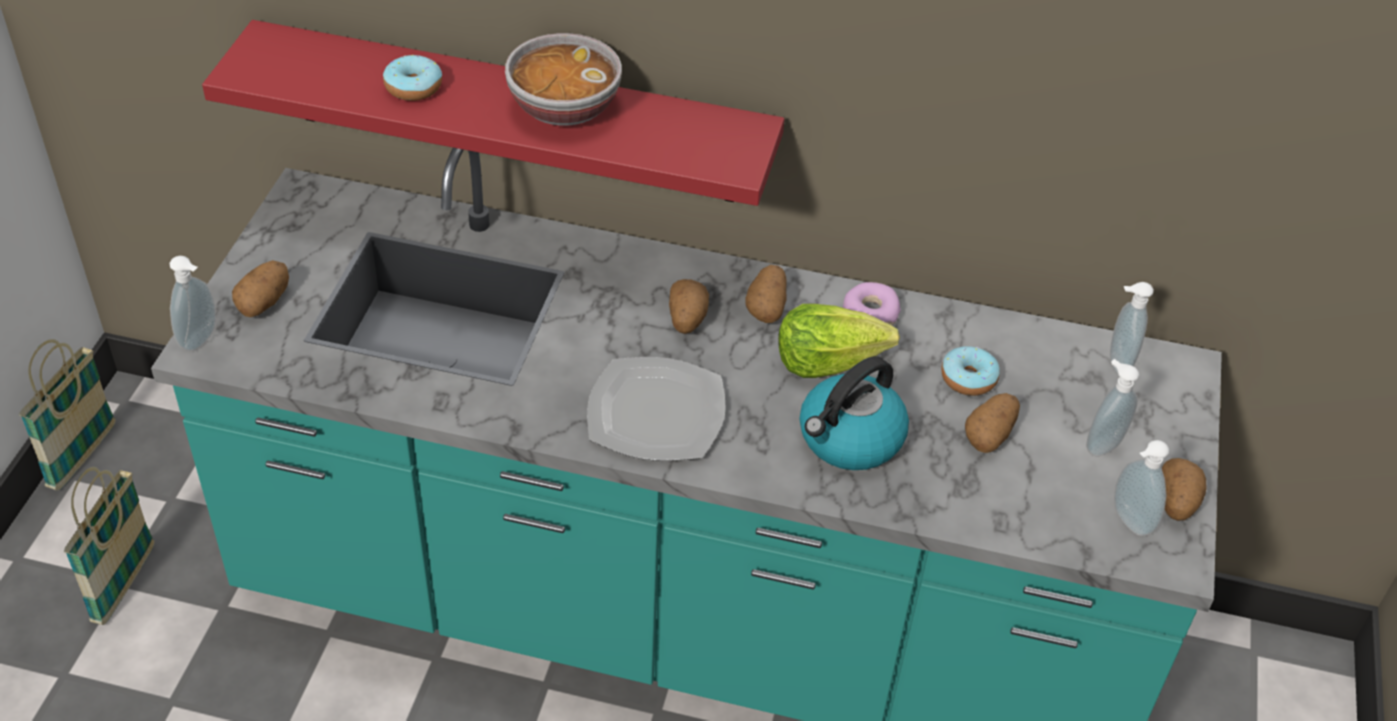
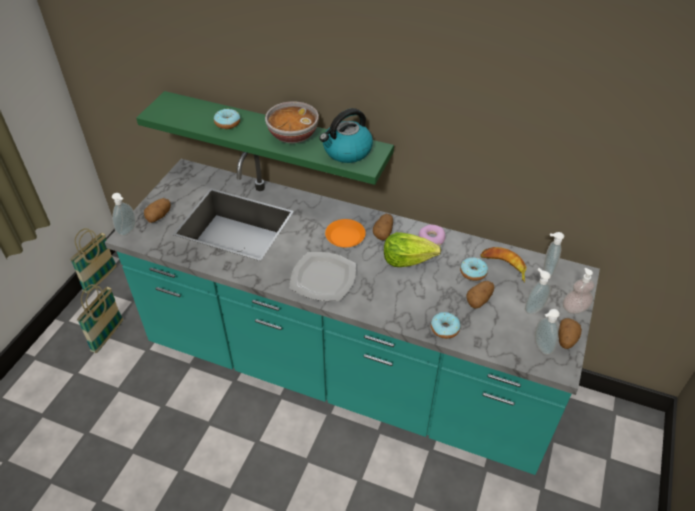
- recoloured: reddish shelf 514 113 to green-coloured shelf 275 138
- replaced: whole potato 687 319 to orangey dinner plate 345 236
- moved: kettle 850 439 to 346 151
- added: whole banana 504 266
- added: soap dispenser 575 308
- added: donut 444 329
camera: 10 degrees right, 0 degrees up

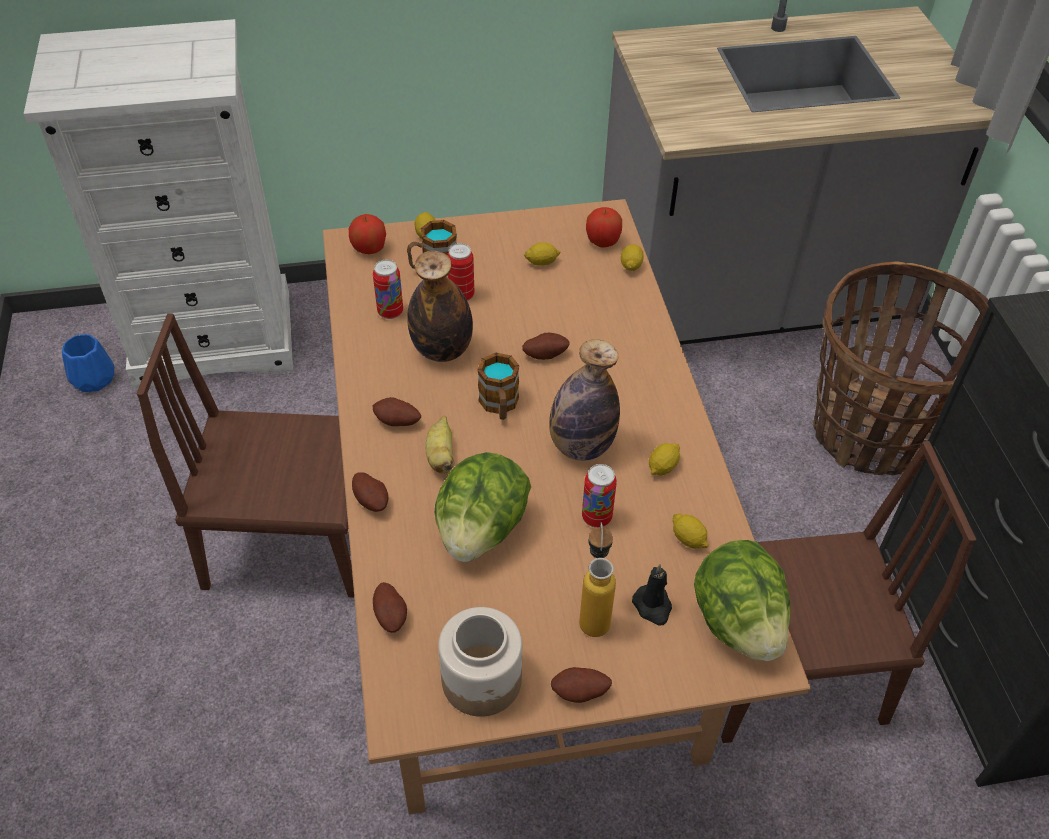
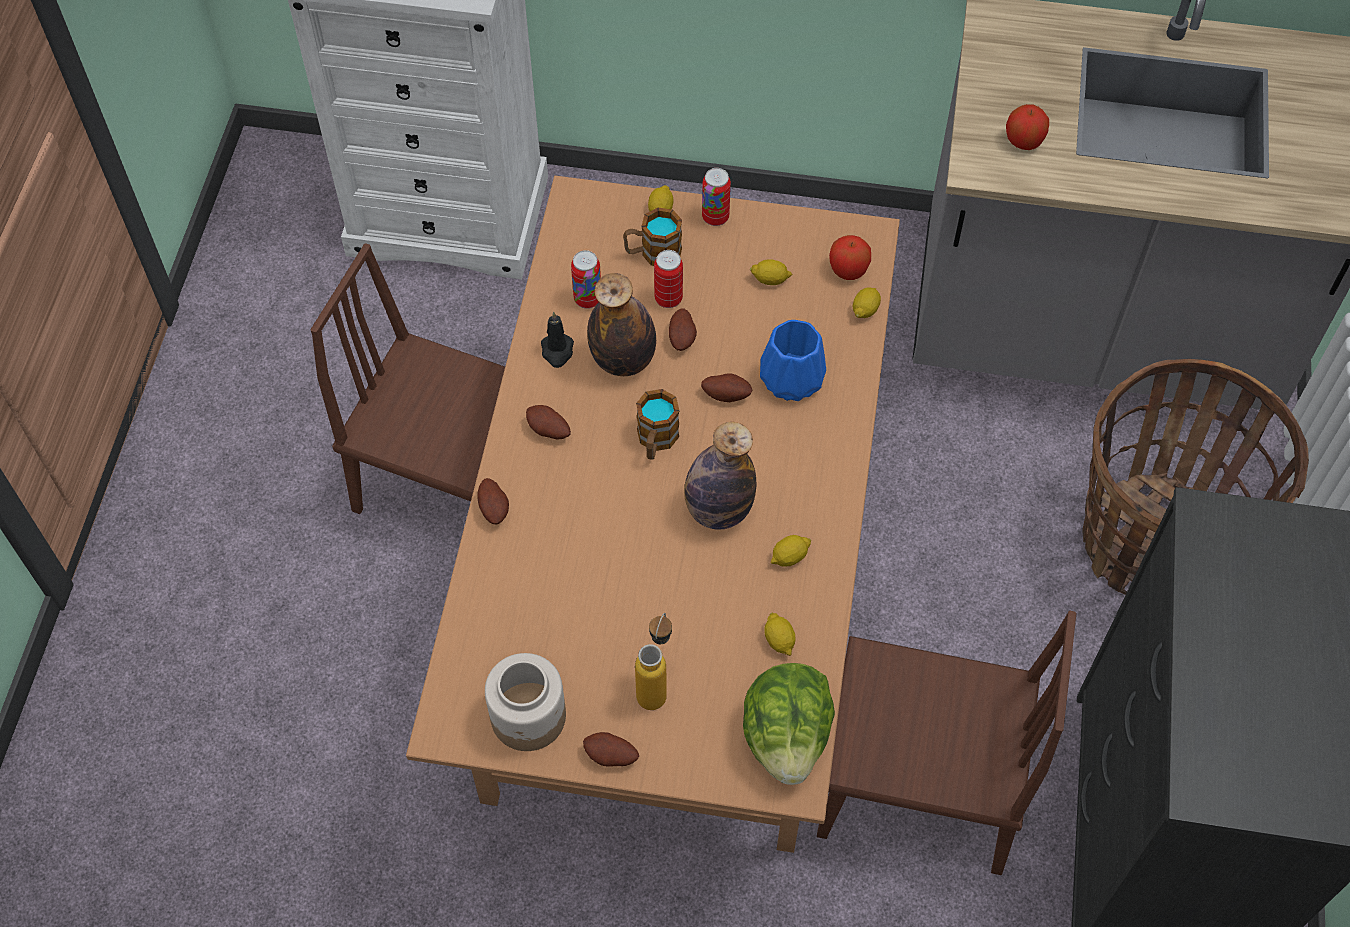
- moved: apple 369 249 to 1023 141
- moved: blue-coloured vase 95 379 to 793 378
- removed: whole banana 441 456
- removed: lettuce head 481 530
- moved: can 596 517 to 715 217
- moved: blackish candle 653 606 to 557 351
- moved: whole potato 391 615 to 682 338
camera: 20 degrees right, 10 degrees up

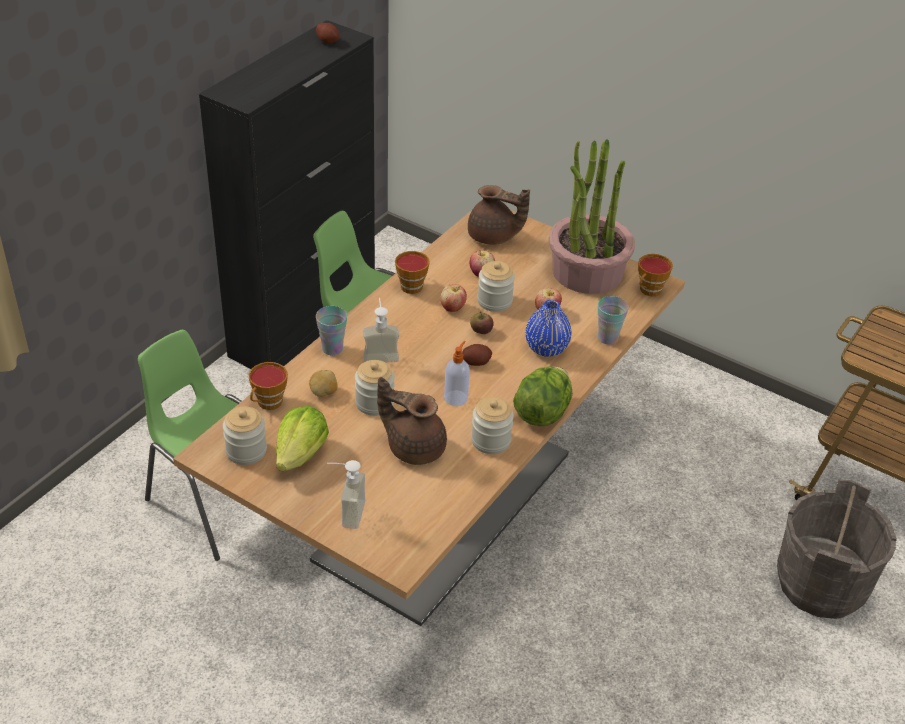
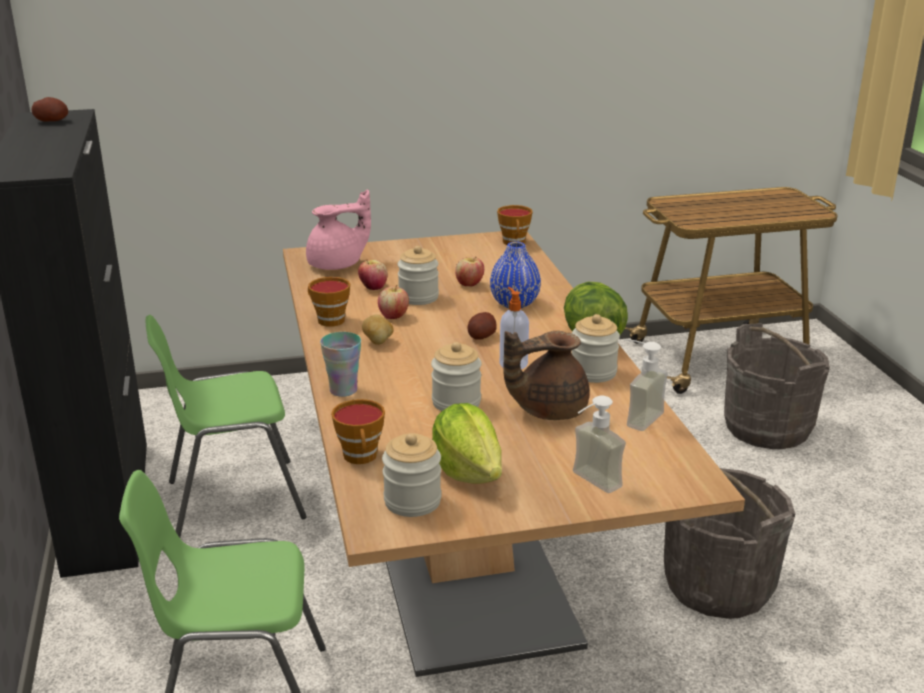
- removed: potted plant 587 272
- recoloured: brownish tea pot 493 237 to pink-coloured tea pot 337 265
- removed: cup 608 338
- moved: soap dispenser 380 353 to 636 417
- removed: apple 481 331
- moved: whole potato 324 392 to 378 342
- added: gray pail 718 584
camera: 45 degrees left, 15 degrees down

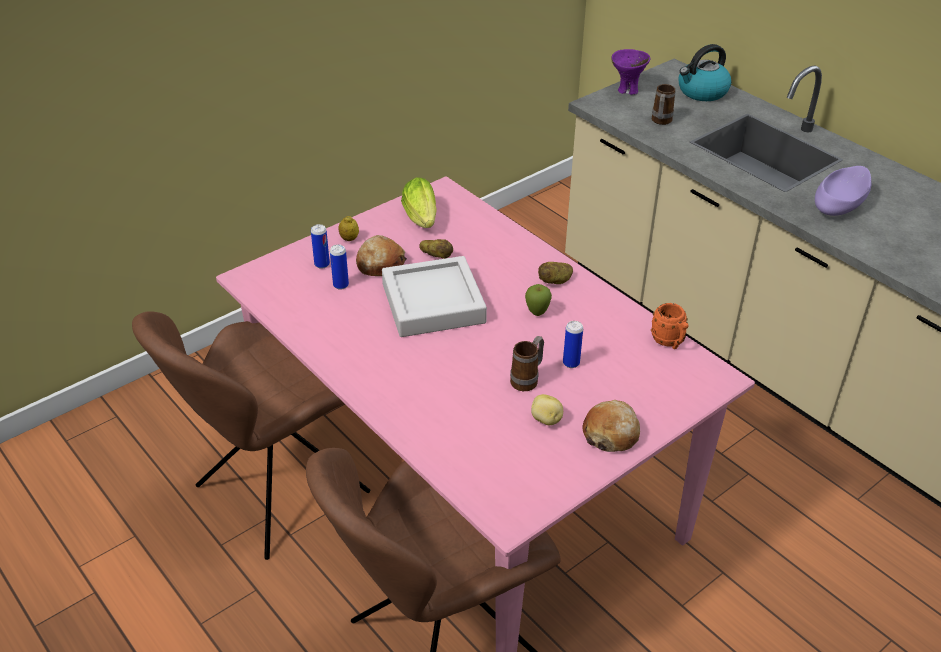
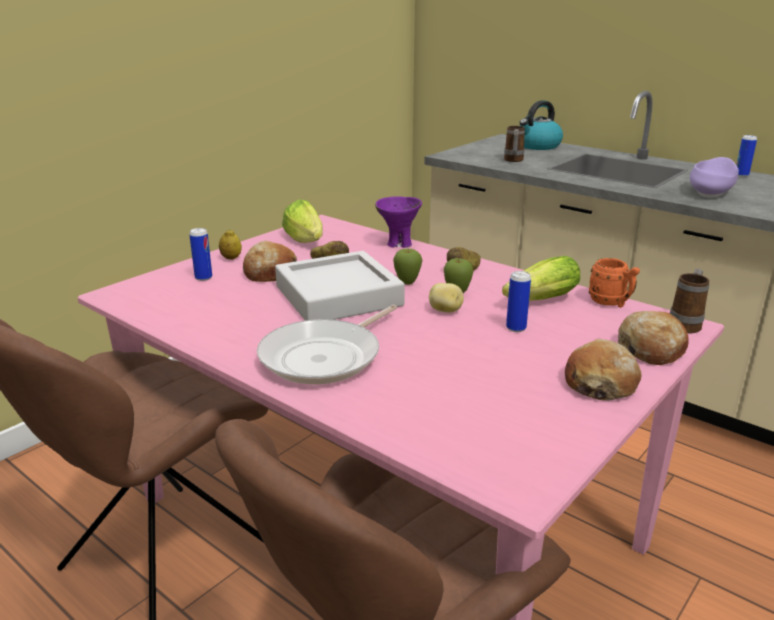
- moved: purple-coloured serving bowl 627 90 to 399 244
- moved: can 341 285 to 741 175
- moved: mug 528 379 to 686 324
- moved: whole potato 546 420 to 445 311
- added: apple 407 283
- added: lettuce head 537 301
- added: skillet 325 357
- added: baked bread 651 349
camera: 10 degrees left, 15 degrees down

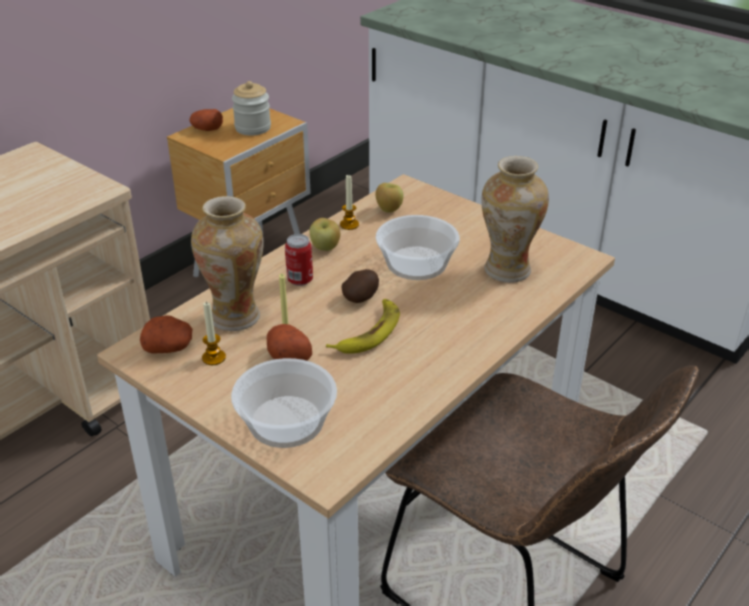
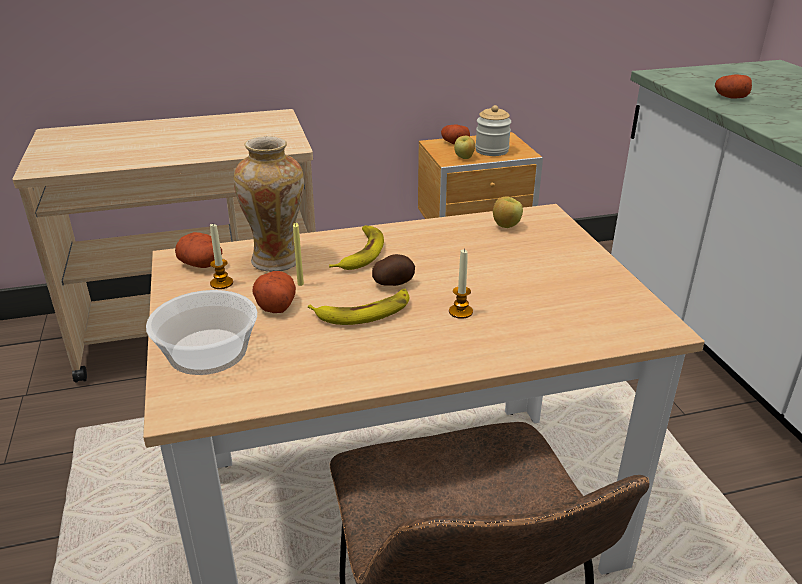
- removed: vase 507 271
- moved: candle 349 224 to 460 312
- removed: serving bowl 416 262
- moved: apple 325 248 to 464 158
- replaced: can 300 280 to whole banana 360 253
- added: whole potato 730 97
camera: 35 degrees right, 5 degrees down

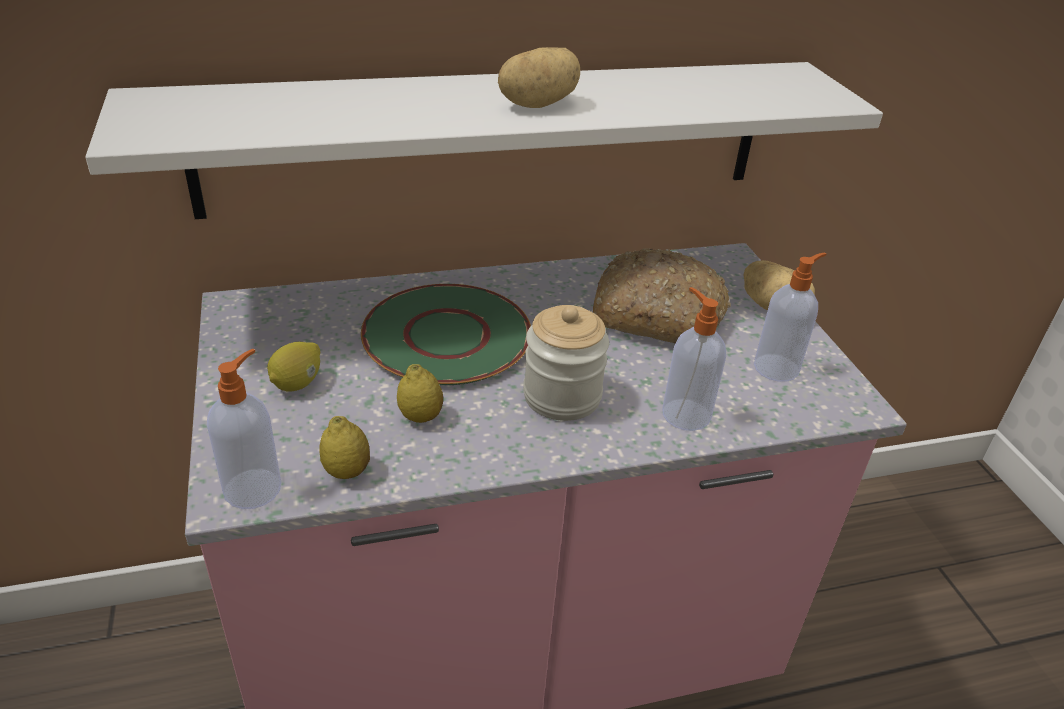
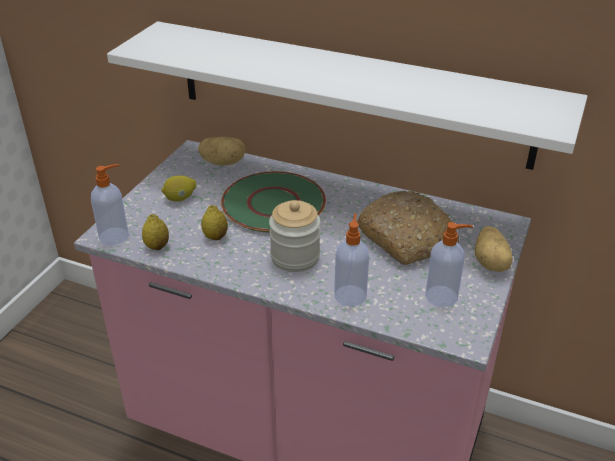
- moved: whole potato 536 104 to 223 162
camera: 40 degrees right, 0 degrees up

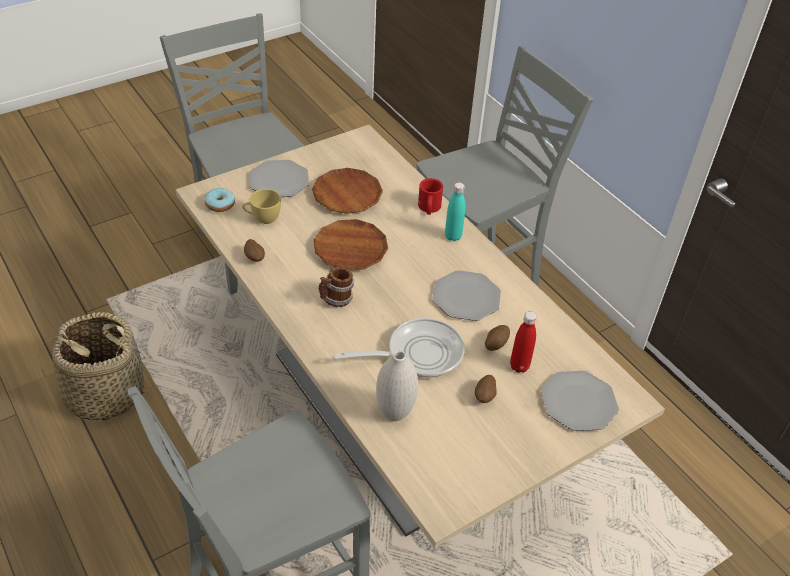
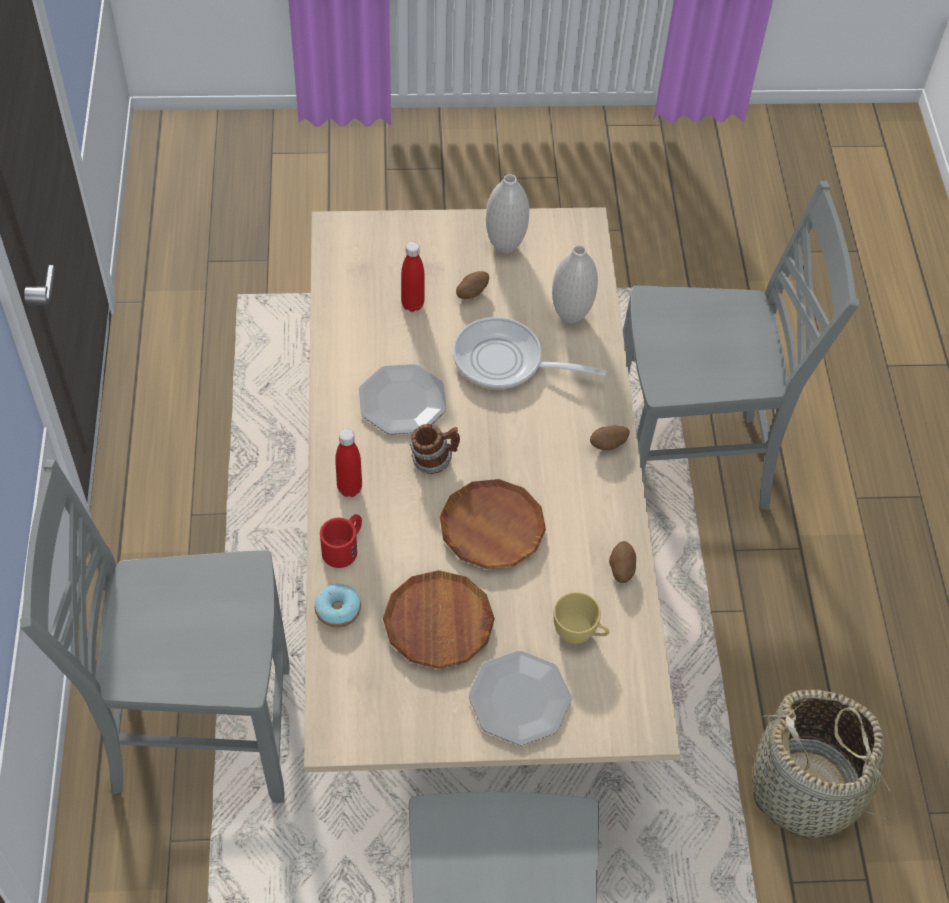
- recoloured: turquoise drink bottle 453 236 to reddish drink bottle 349 488
- moved: donut 220 204 to 338 610
- moved: mug 336 300 to 434 460
- moved: whole potato 495 344 to 608 445
- removed: dinner plate 578 402
- added: white vase 505 246
camera: 150 degrees left, 10 degrees up

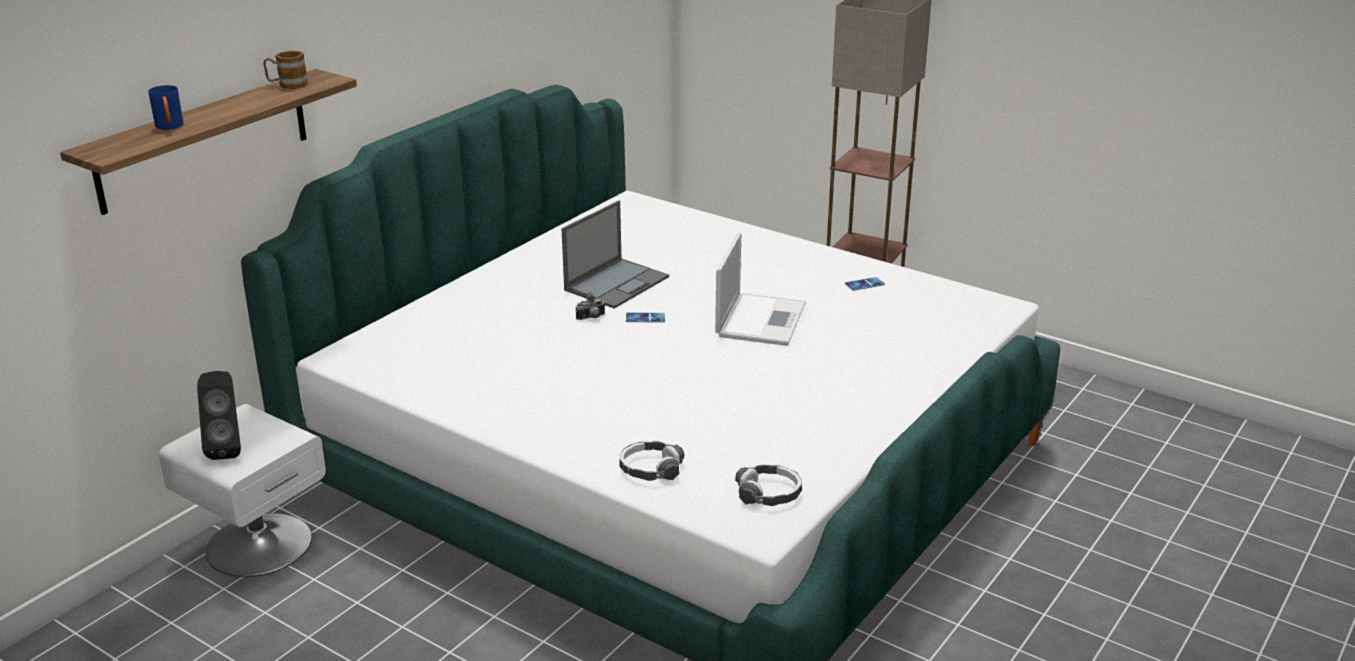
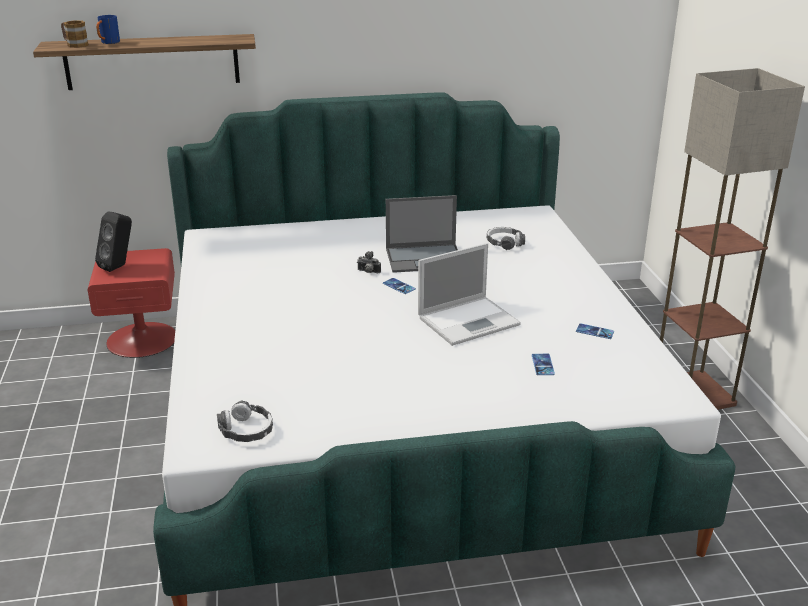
- moved: mug 287 85 to 74 44
- recoloured: white bedside table 258 543 to reddish bedside table 142 339
- moved: pair of headphones 651 469 to 504 243
- added: phone 542 365
camera: 45 degrees right, 0 degrees up

